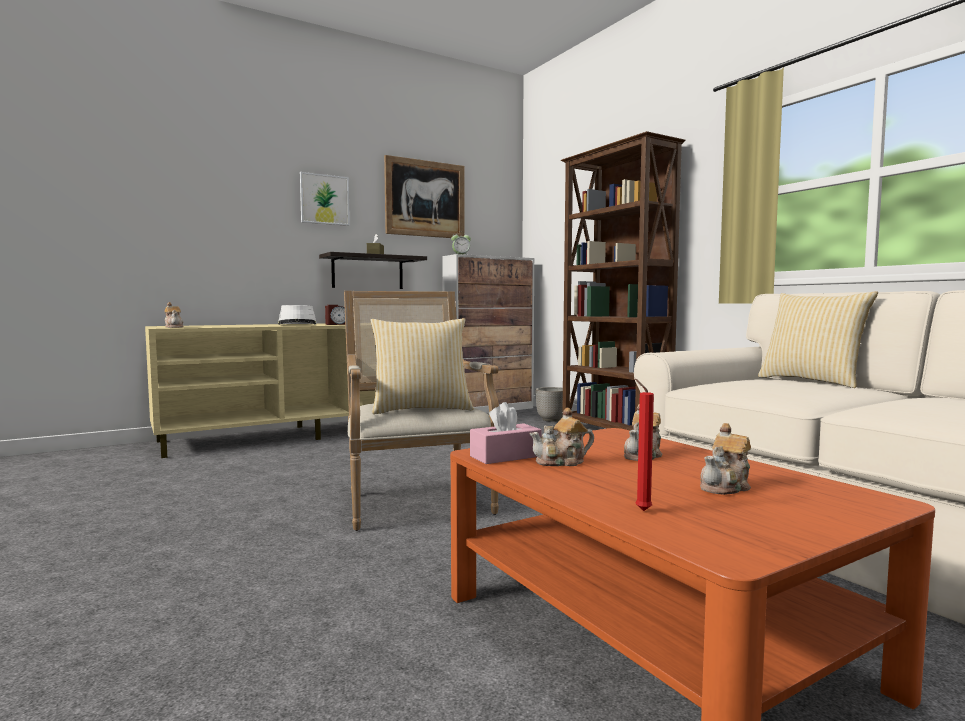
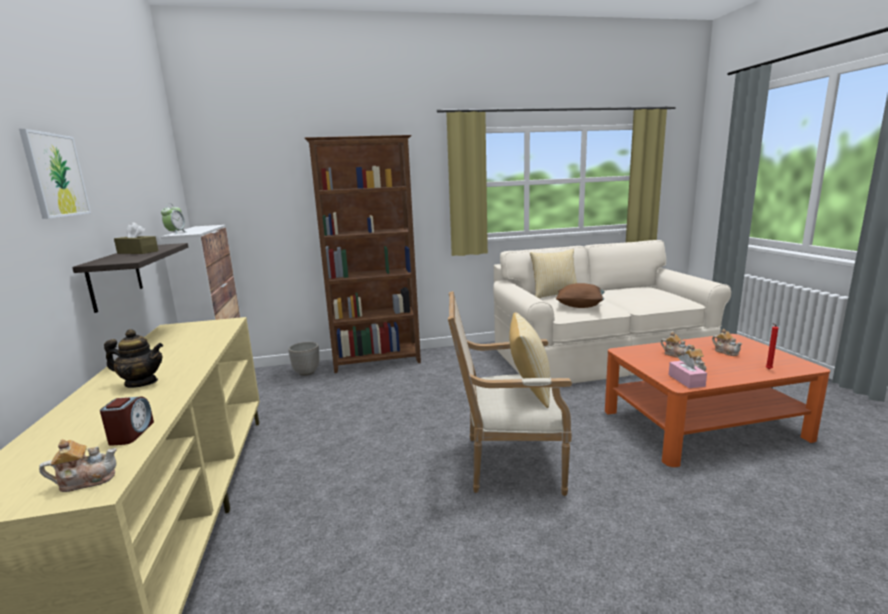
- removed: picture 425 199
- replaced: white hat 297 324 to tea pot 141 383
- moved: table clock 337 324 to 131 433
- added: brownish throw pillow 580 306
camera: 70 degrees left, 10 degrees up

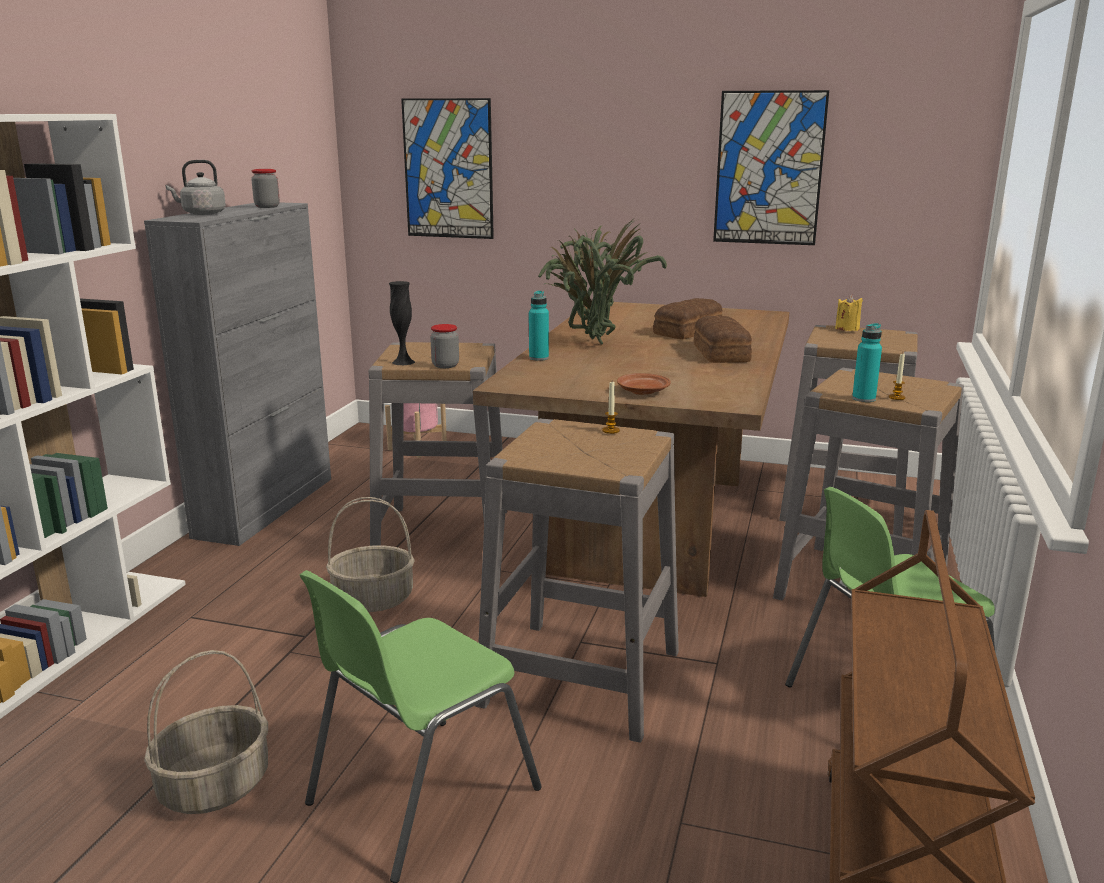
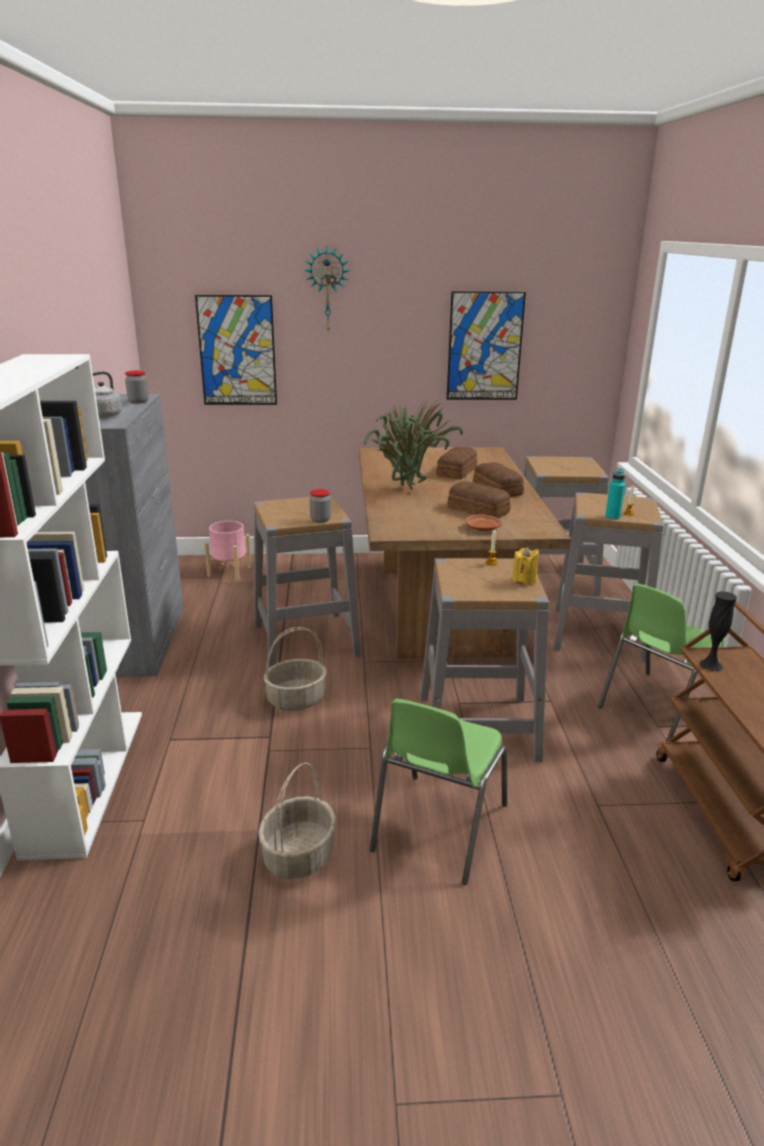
- moved: blackish vase 403 362 to 710 665
- removed: turquoise drink bottle 539 358
- moved: yellowish candle 847 329 to 524 580
- added: wall clock 327 289
- added: baked bread 478 510
camera: 20 degrees left, 5 degrees up

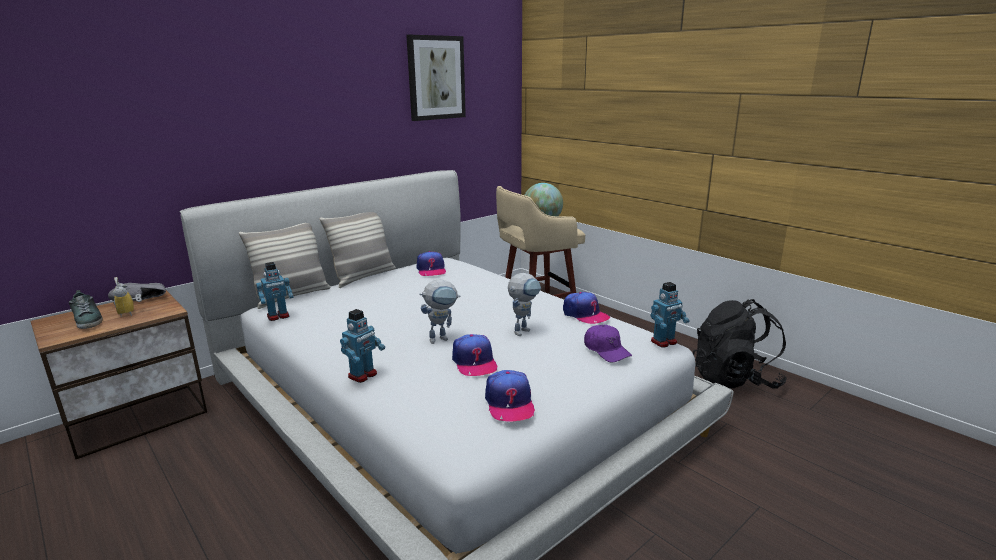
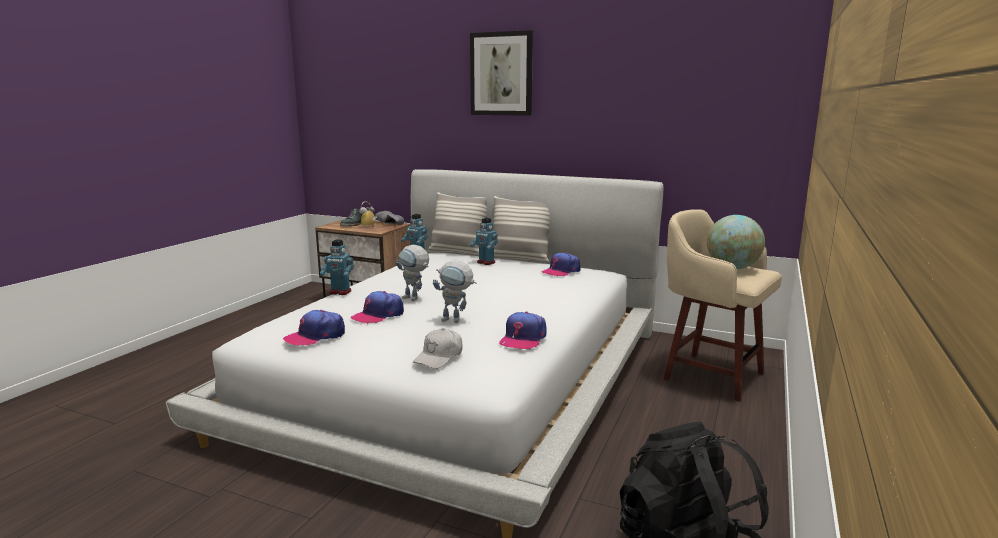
- moved: picture 436 78 to 501 74
- moved: toy robot 664 342 to 485 262
- recoloured: purple-coloured cap 606 350 to white cap 439 357
camera: 65 degrees right, 5 degrees down

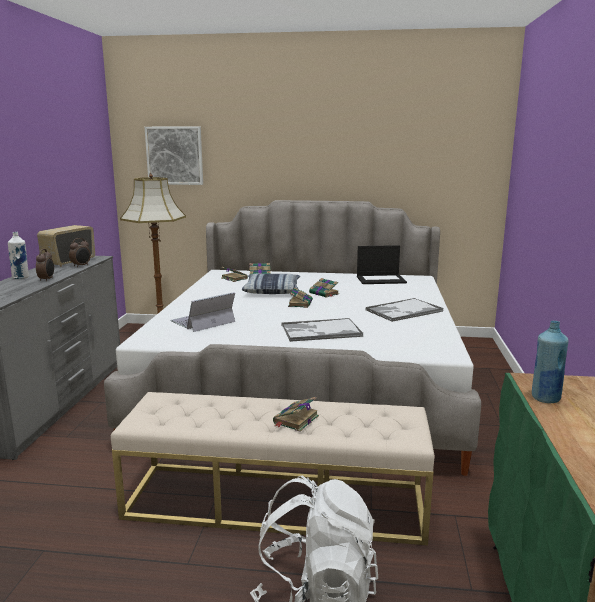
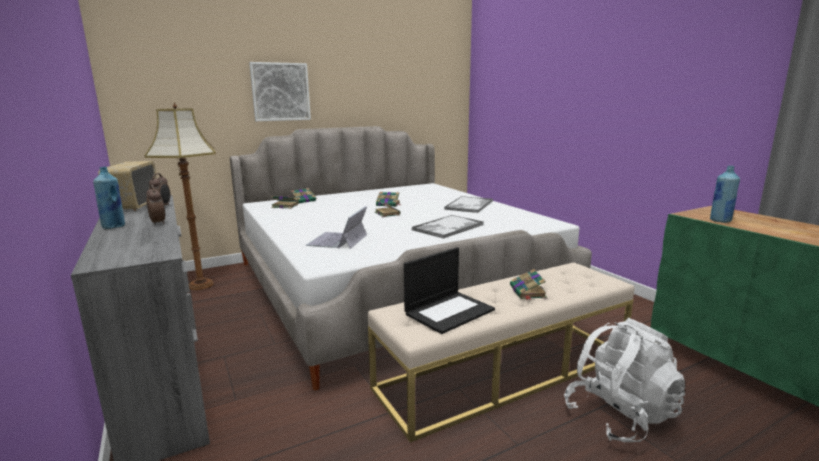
- moved: picture 174 155 to 280 92
- recoloured: white drink bottle 21 277 to blue-coloured drink bottle 114 227
- moved: laptop 381 279 to 449 311
- removed: throw pillow 272 290
camera: 35 degrees left, 0 degrees up

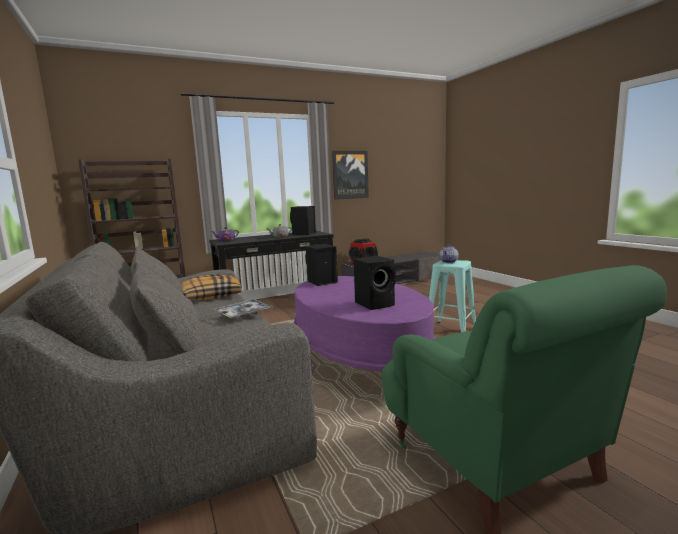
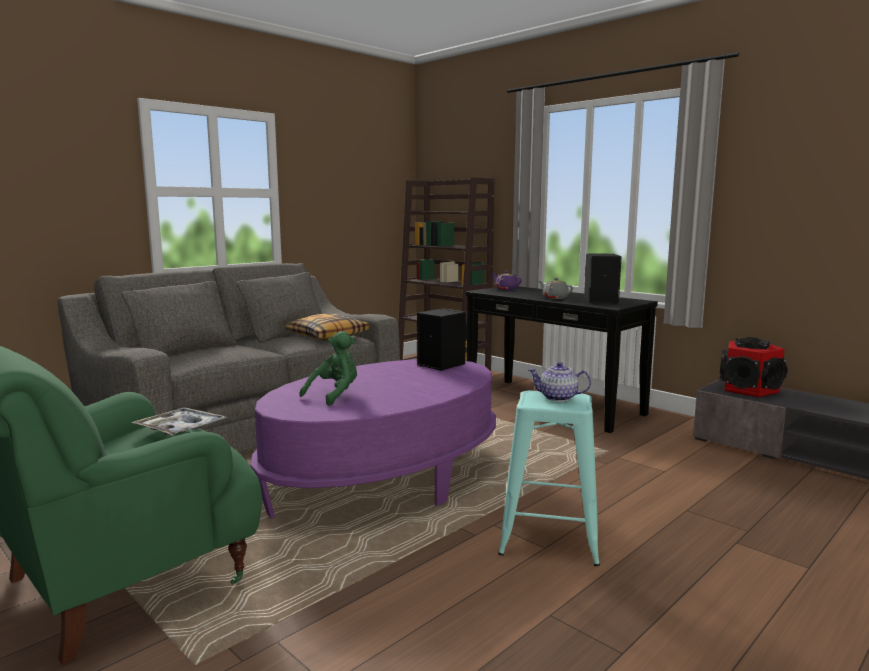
- removed: picture 350 175
- replaced: blackish loudspeaker 376 304 to green-coloured soft toy 335 395
- moved: carrying tray 243 314 to 180 429
camera: 70 degrees right, 0 degrees up

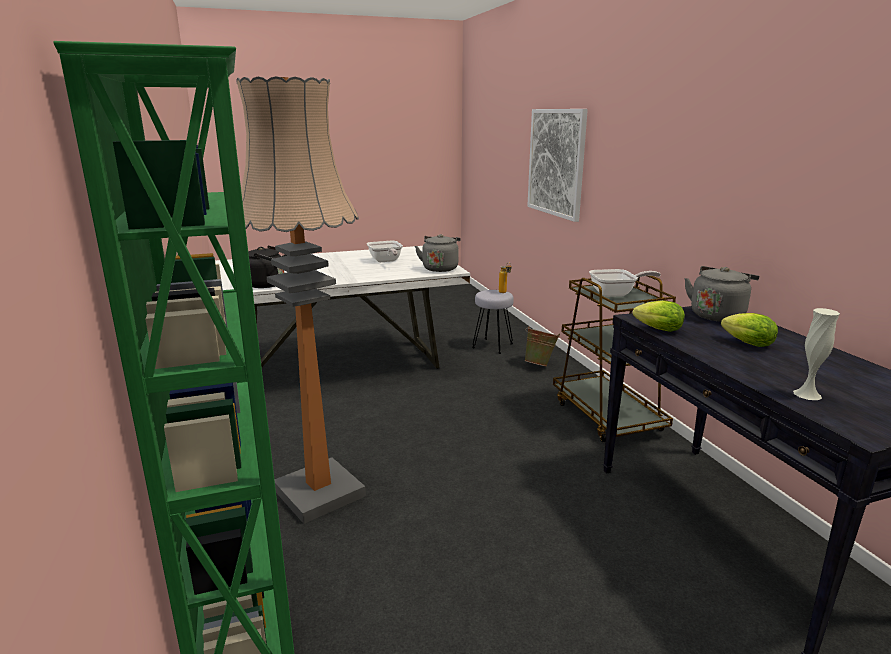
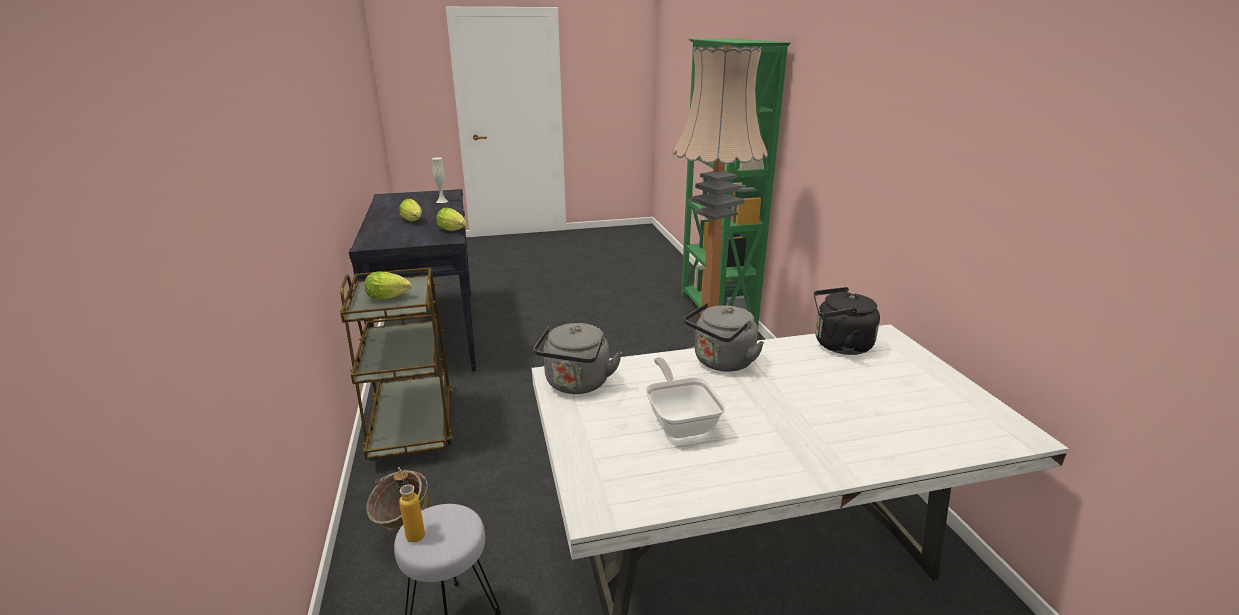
- removed: picture 556 162
- moved: gray kettle 717 315 to 721 363
- replaced: skillet 616 294 to lettuce head 390 297
camera: 175 degrees left, 5 degrees up

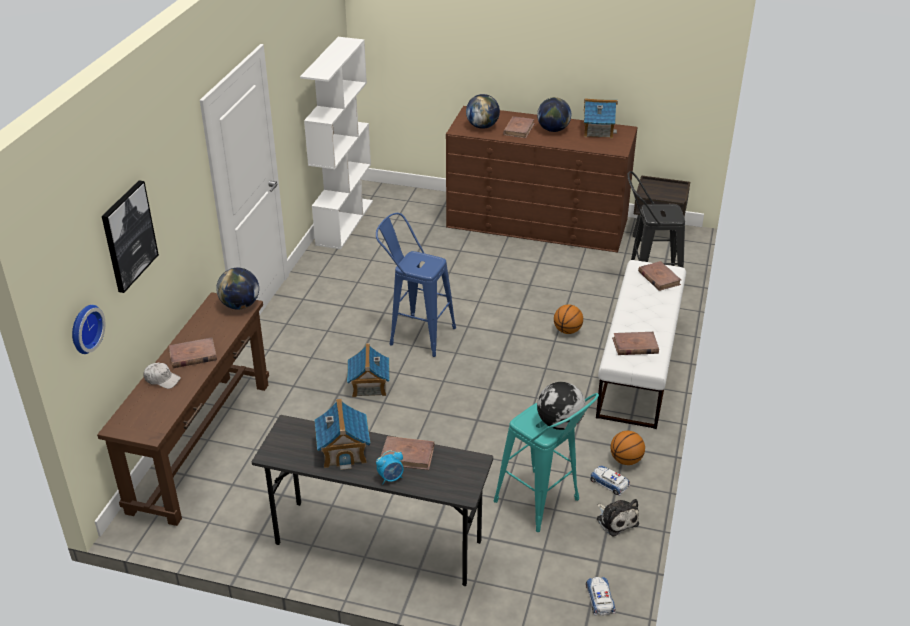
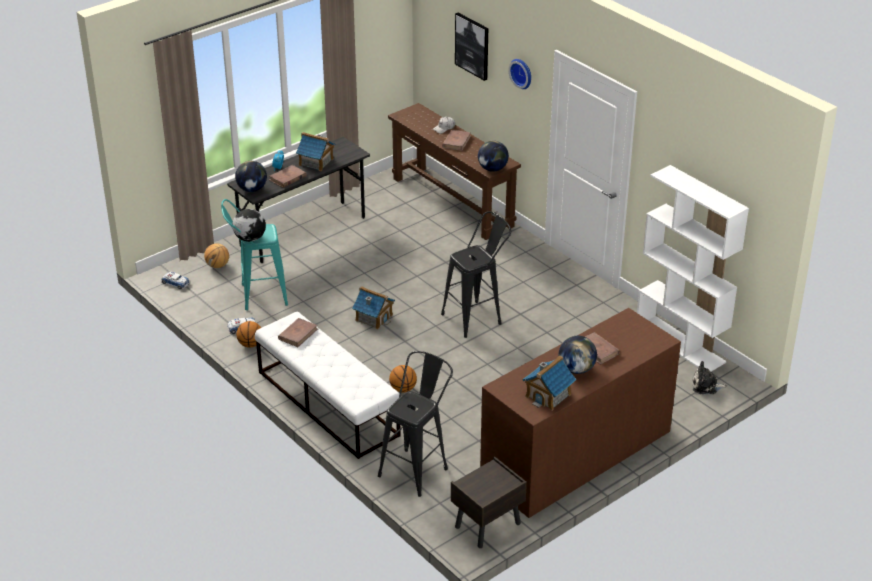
- moved: globe 482 126 to 252 189
- recoloured: blue-coloured stool 416 334 to blackish stool 477 317
- removed: brownish bound book 659 278
- moved: wall clock 84 328 to 522 73
- moved: miniature house 369 386 to 374 317
- moved: soft toy 616 520 to 706 386
- added: basketball ball 218 265
camera: 125 degrees right, 0 degrees up

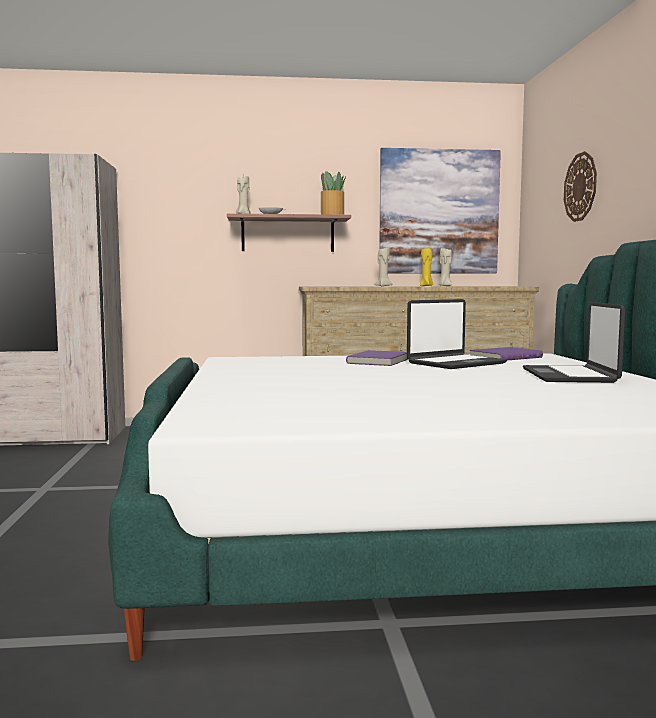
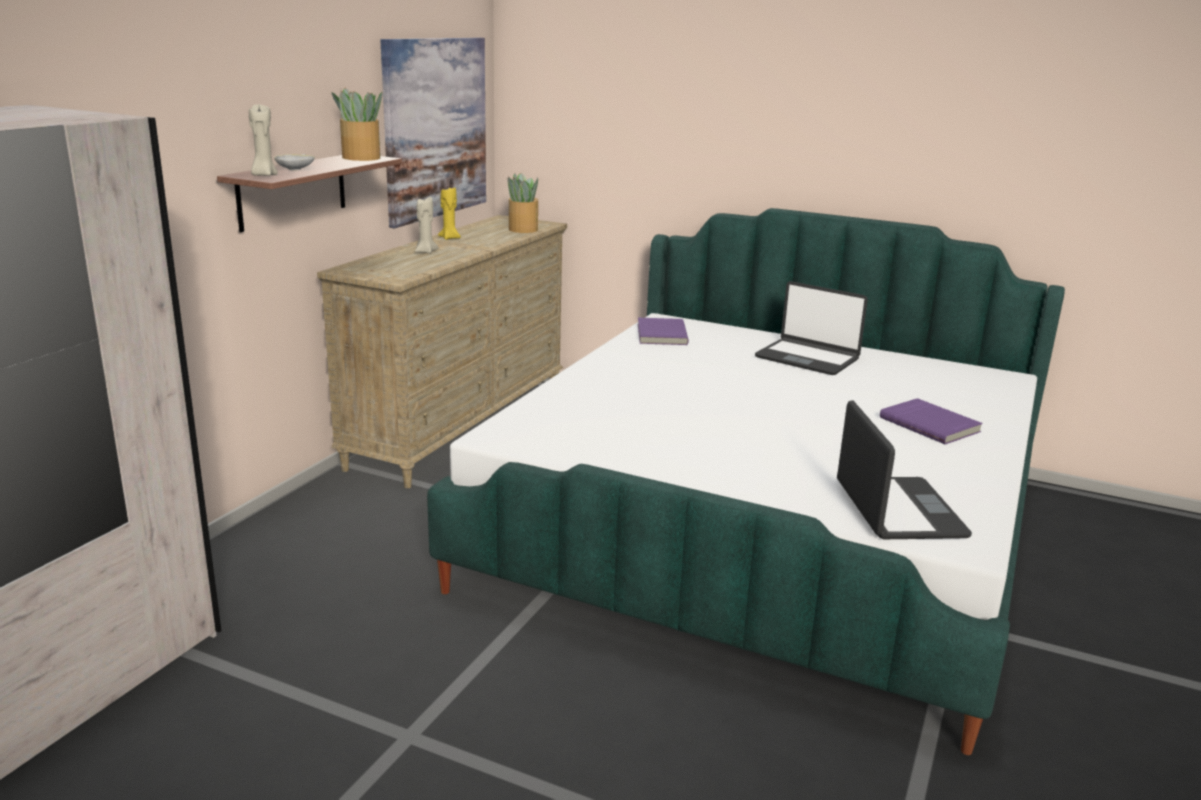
- removed: wall clock 580 187
- removed: sand-coloured candle 444 286
- moved: laptop 455 363 to 897 510
- moved: purple-coloured bound book 379 361 to 930 424
- added: potted plant 523 229
camera: 60 degrees left, 15 degrees up

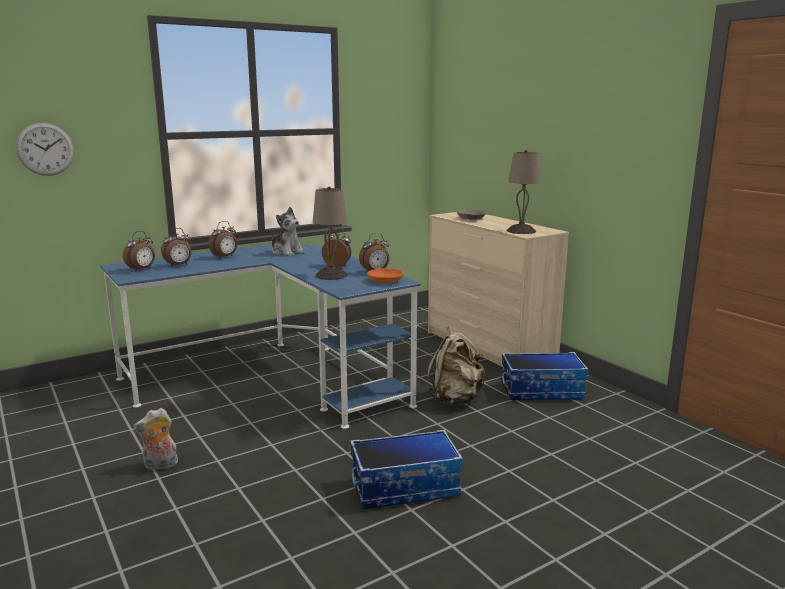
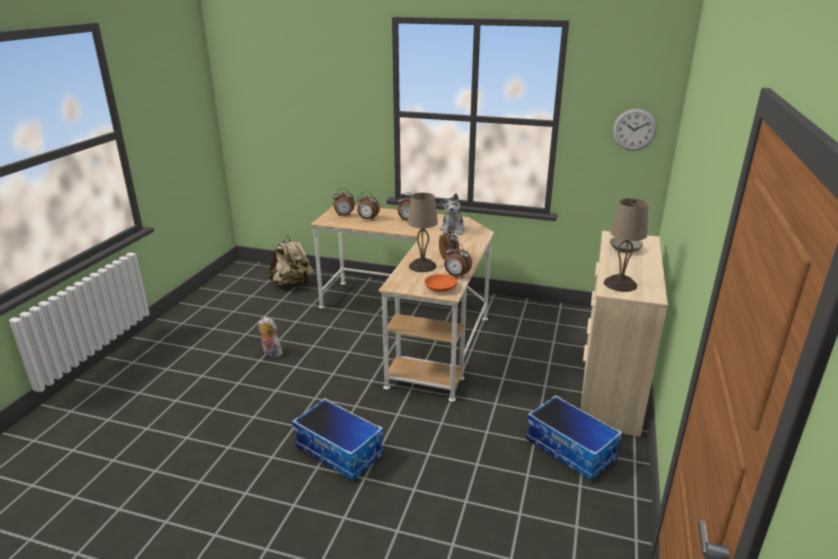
- moved: wall clock 45 149 to 634 129
- recoloured: blue-coloured desk table 273 377 to sand-coloured desk table 414 325
- moved: sand-coloured rucksack 455 399 to 292 285
camera: 50 degrees right, 10 degrees up

